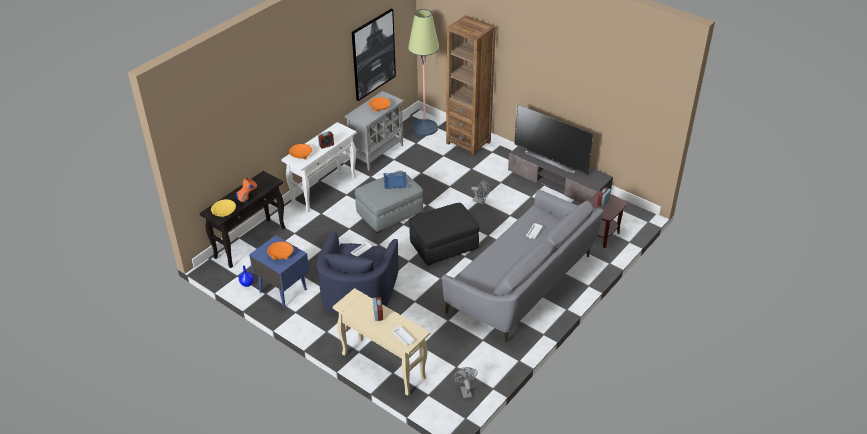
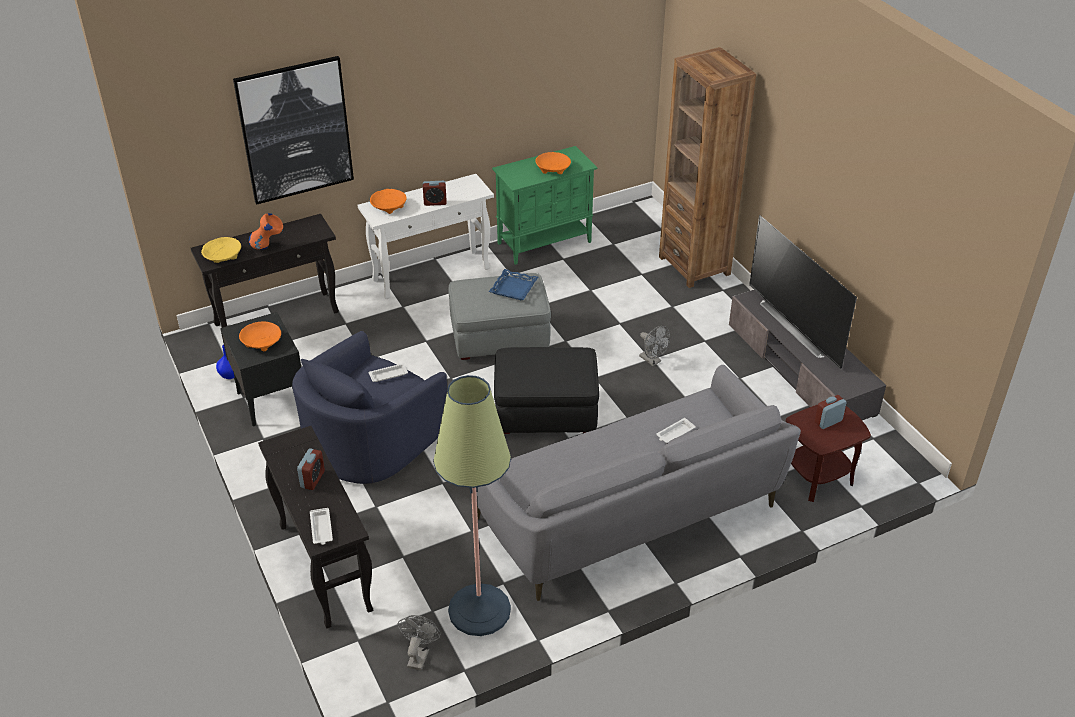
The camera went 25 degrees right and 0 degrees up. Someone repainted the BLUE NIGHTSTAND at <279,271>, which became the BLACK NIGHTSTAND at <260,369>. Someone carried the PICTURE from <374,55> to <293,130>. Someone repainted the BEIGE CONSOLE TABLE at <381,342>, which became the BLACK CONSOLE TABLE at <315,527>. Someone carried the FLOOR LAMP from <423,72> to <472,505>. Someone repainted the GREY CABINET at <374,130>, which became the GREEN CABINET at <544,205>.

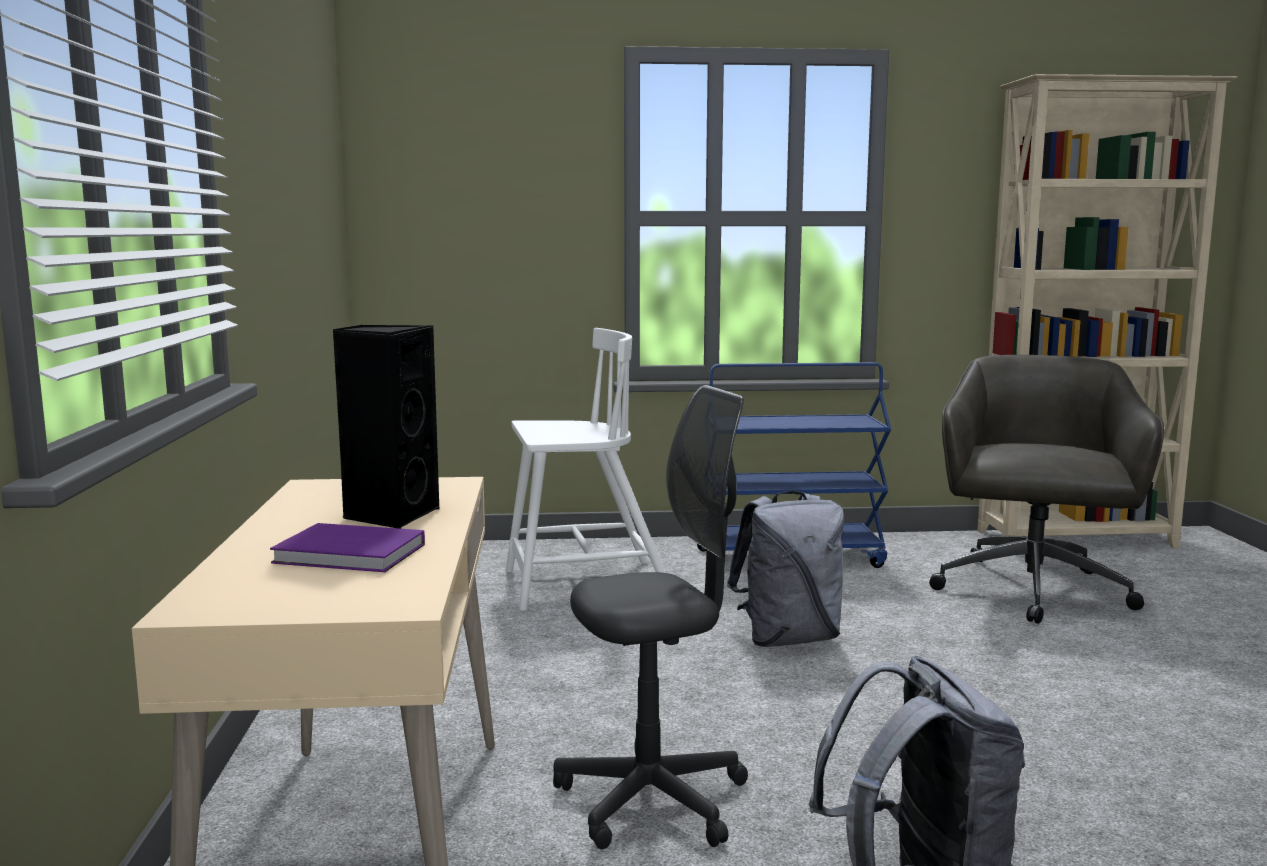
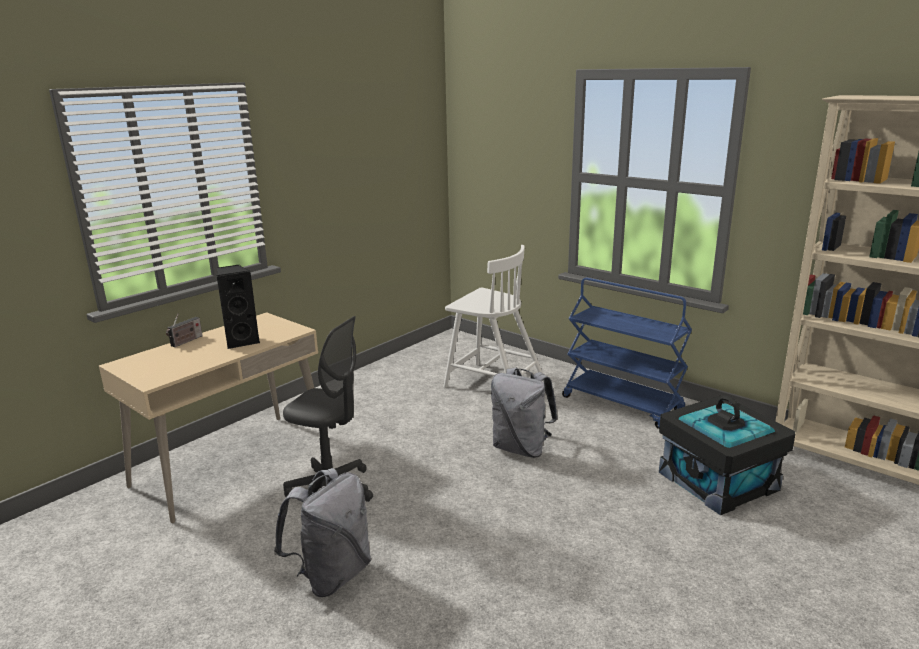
The camera went 45 degrees right and 10 degrees up. Someone put down the RADIO at <184,330>. Someone swapped the GREY OFFICE CHAIR at <1046,489> for the BLACK STORAGE BOX at <727,455>. Someone took away the PURPLE BOOK at <347,547>.

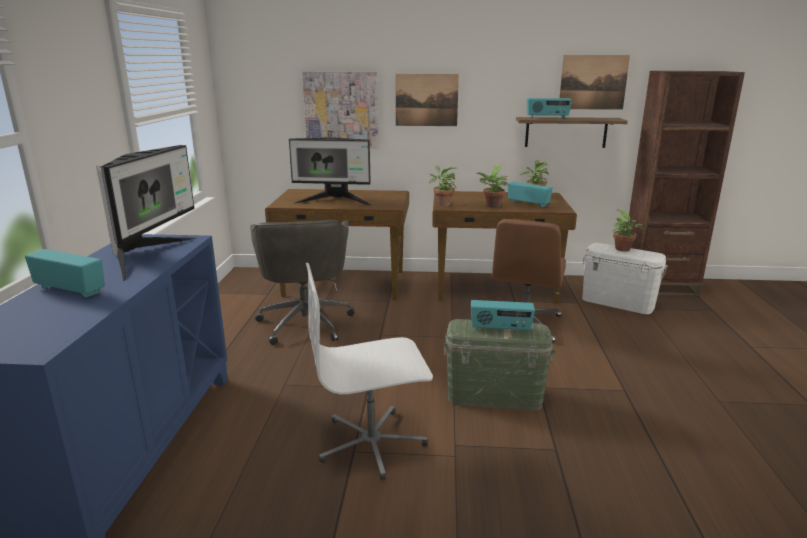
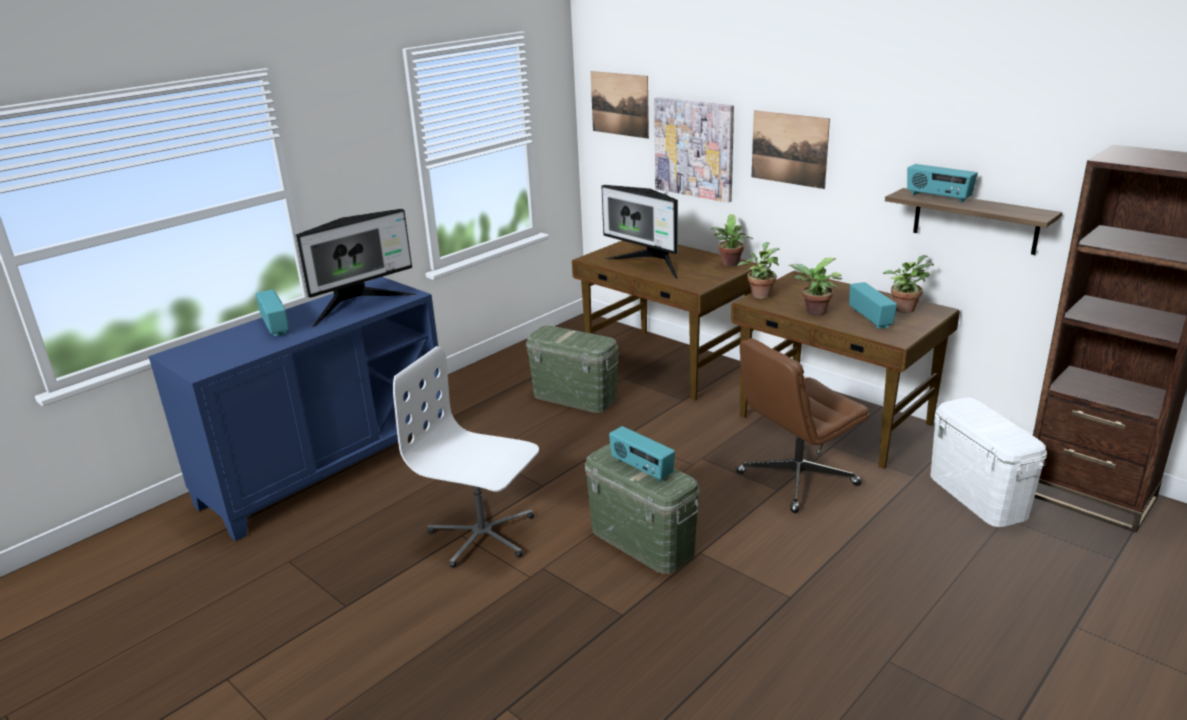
The camera went 40 degrees right and 5 degrees up. Someone swapped the GREY OFFICE CHAIR at <302,282> for the GREEN STORAGE BOX at <572,369>. Someone carried the PICTURE from <594,82> to <620,105>. Someone carried the POTTED PLANT from <627,230> to <732,240>.

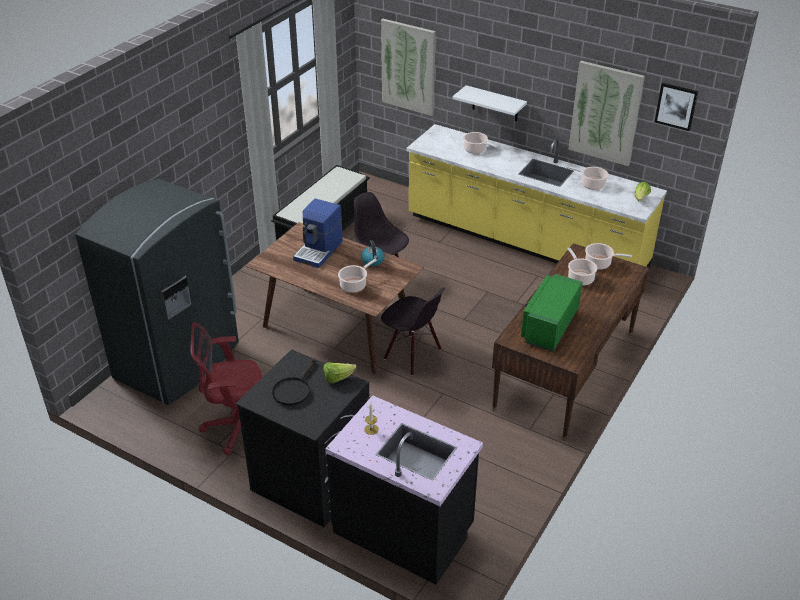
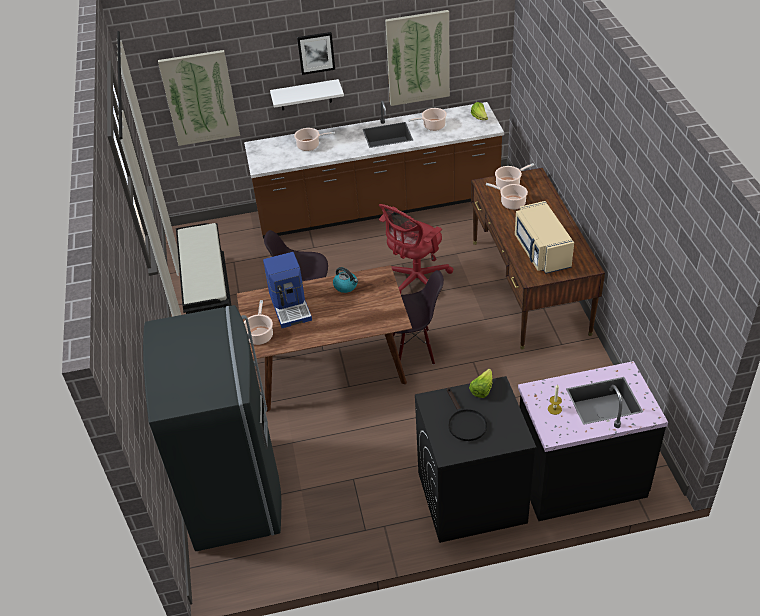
The camera went 40 degrees left and 5 degrees up. Someone repainted the YELLOW COUNTER at <536,196>, which became the BROWN COUNTER at <374,170>. Someone carried the COOKING POT from <357,276> to <258,322>. Someone carried the PICTURE from <676,107> to <316,53>. Someone carried the RED OFFICE CHAIR from <226,389> to <415,249>. Someone repainted the GREEN MICROWAVE at <551,313>, which became the BEIGE MICROWAVE at <544,237>.

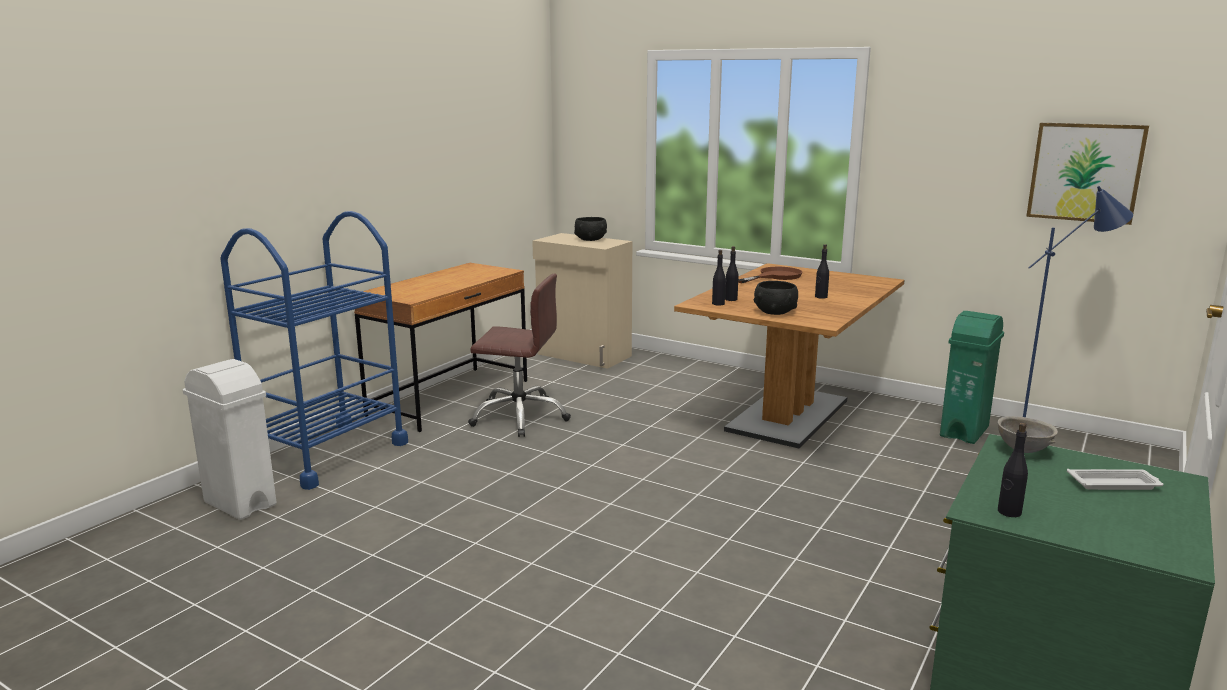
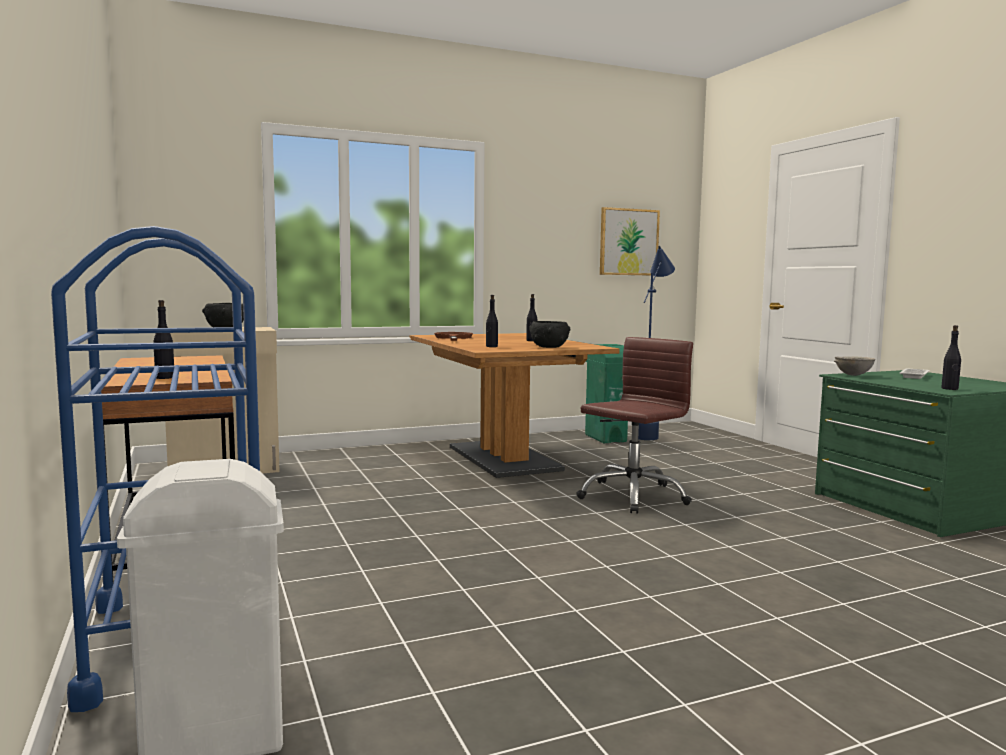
The camera went 55 degrees left and 10 degrees down. Someone carried the BLACK BOTTLE from <719,278> to <164,339>. Someone carried the BROWN OFFICE CHAIR from <519,355> to <634,425>.

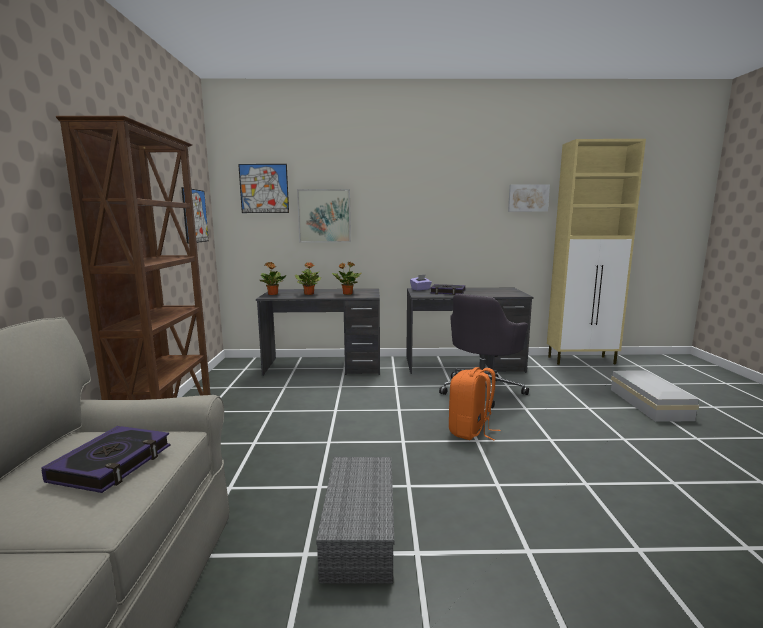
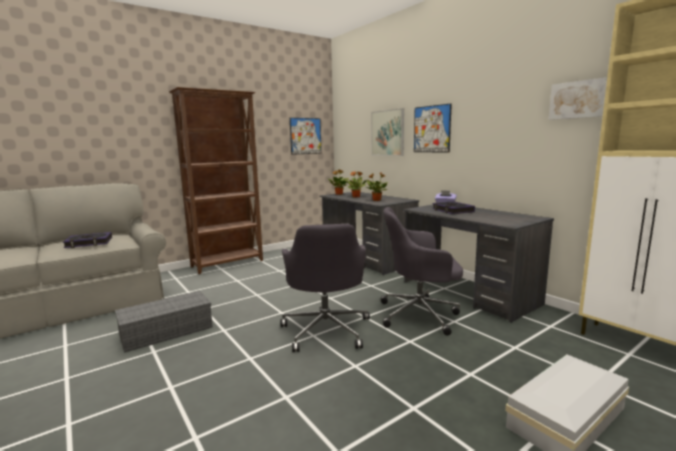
The camera went 55 degrees right and 0 degrees up. Someone swapped the ORANGE BACKPACK at <474,403> for the GREY OFFICE CHAIR at <325,288>. Someone carried the PICTURE from <263,188> to <433,127>.

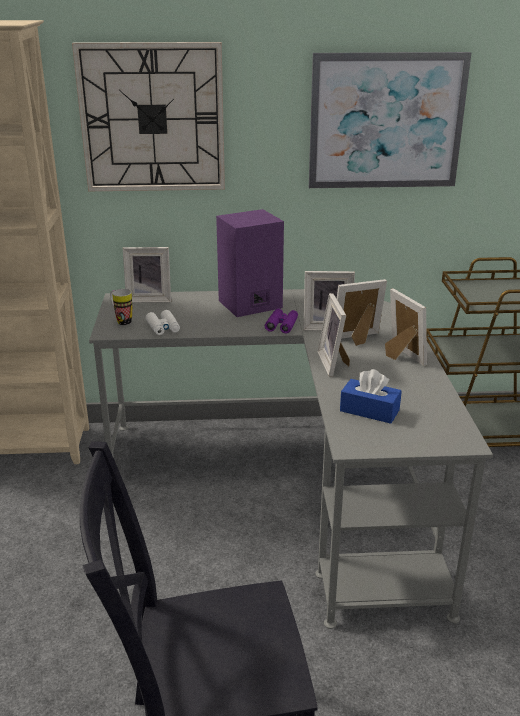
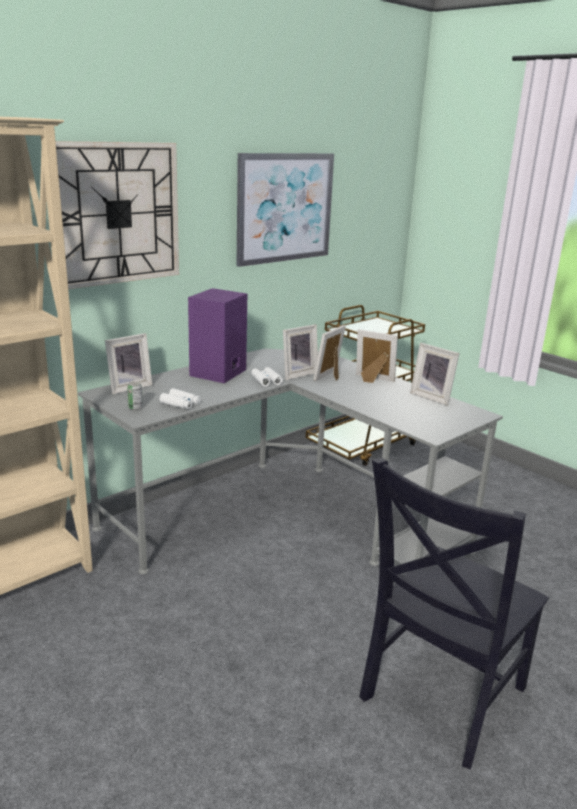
The camera went 40 degrees left and 5 degrees down. Someone swapped the MUG at <121,307> for the CAN at <135,395>. Someone repainted the PURPLE BINOCULARS at <281,321>, which became the WHITE BINOCULARS at <267,377>. Someone carried the PICTURE FRAME from <333,335> to <435,374>. Someone took away the BLUE TISSUE BOX at <371,396>.

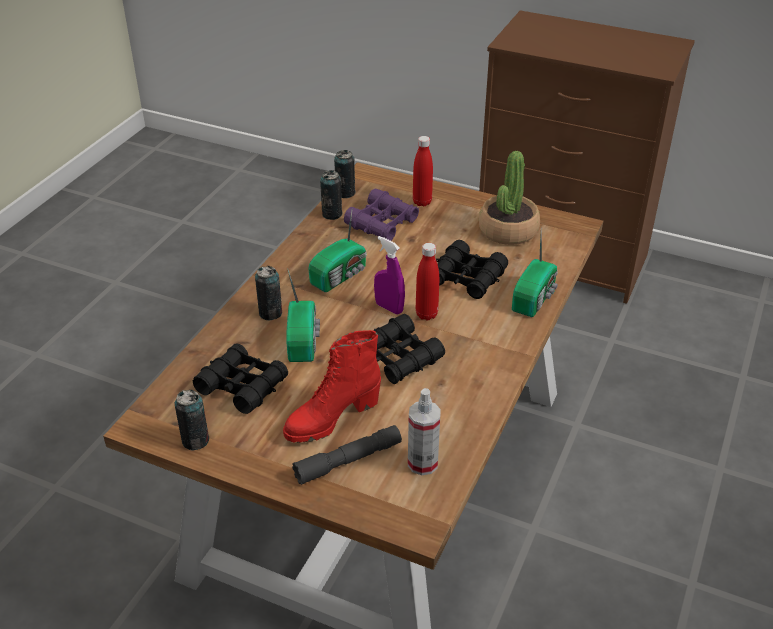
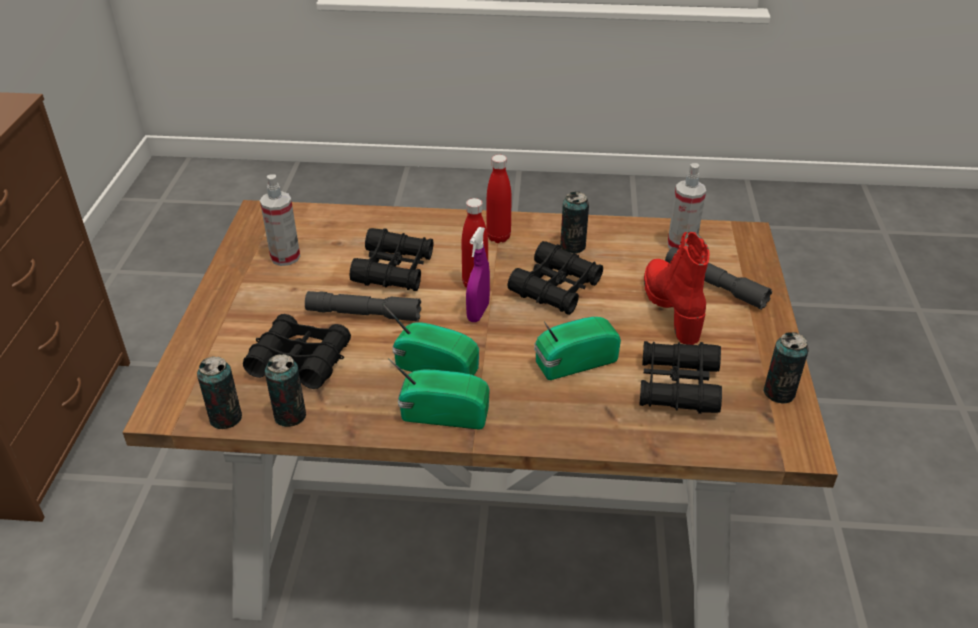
The camera went 110 degrees left and 0 degrees up. Someone repainted the PURPLE BINOCULARS at <381,215>, which became the BLACK BINOCULARS at <297,351>. Someone swapped the POTTED PLANT at <509,198> for the SPRAY BOTTLE at <280,220>. Someone put down the GREY FLASHLIGHT at <363,306>. Someone carried the RADIO from <535,272> to <439,394>. Someone carried the RED BOTTLE from <423,171> to <499,199>. Someone carried the CAN from <268,293> to <574,222>. Someone rotated the RED BOOT at <332,386> by 135 degrees counterclockwise.

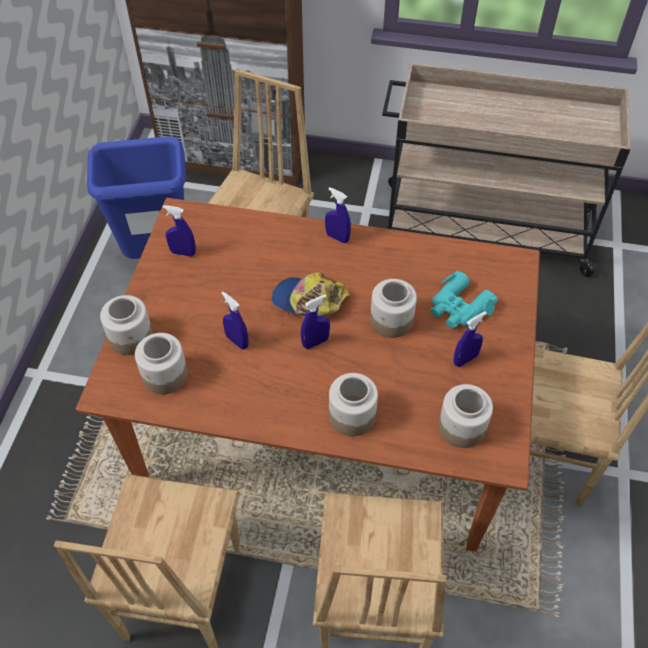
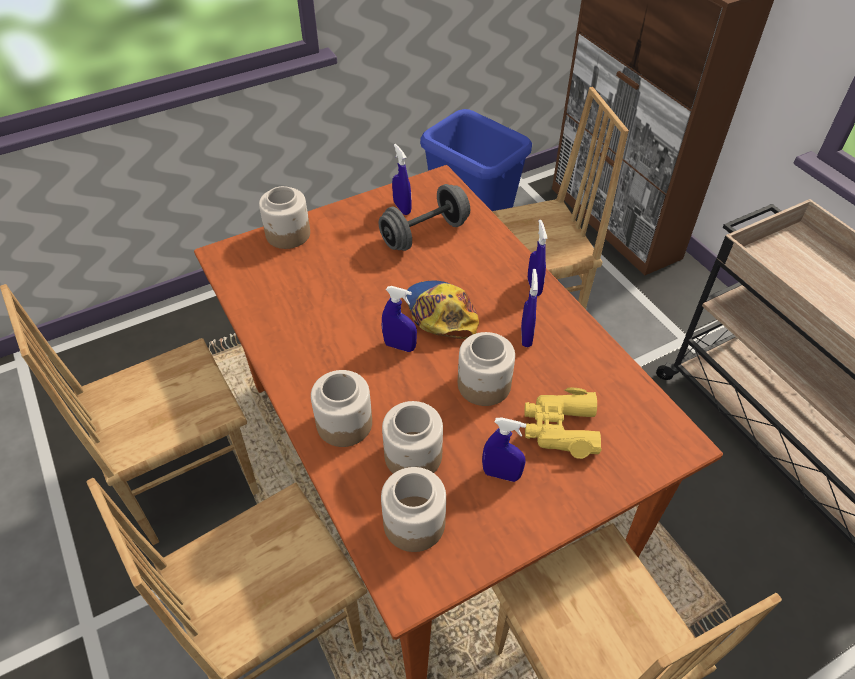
The camera went 50 degrees right and 5 degrees down. Someone put down the GREY DUMBBELL at <424,217>. Someone carried the JAR from <161,363> to <412,437>. Someone carried the BLUE SPRAY BOTTLE from <235,320> to <529,308>. Someone repainted the TURQUOISE BINOCULARS at <464,299>, which became the YELLOW BINOCULARS at <563,423>.

